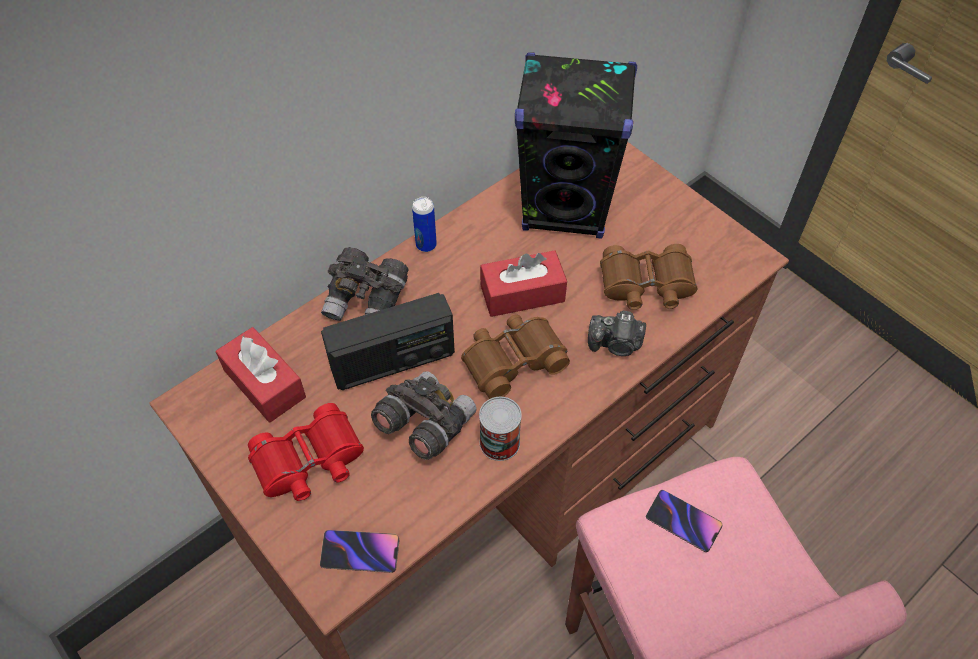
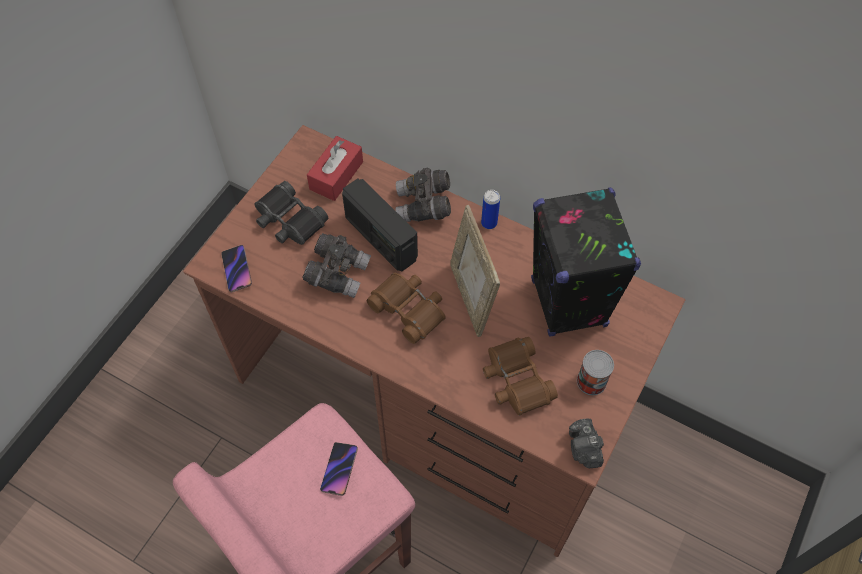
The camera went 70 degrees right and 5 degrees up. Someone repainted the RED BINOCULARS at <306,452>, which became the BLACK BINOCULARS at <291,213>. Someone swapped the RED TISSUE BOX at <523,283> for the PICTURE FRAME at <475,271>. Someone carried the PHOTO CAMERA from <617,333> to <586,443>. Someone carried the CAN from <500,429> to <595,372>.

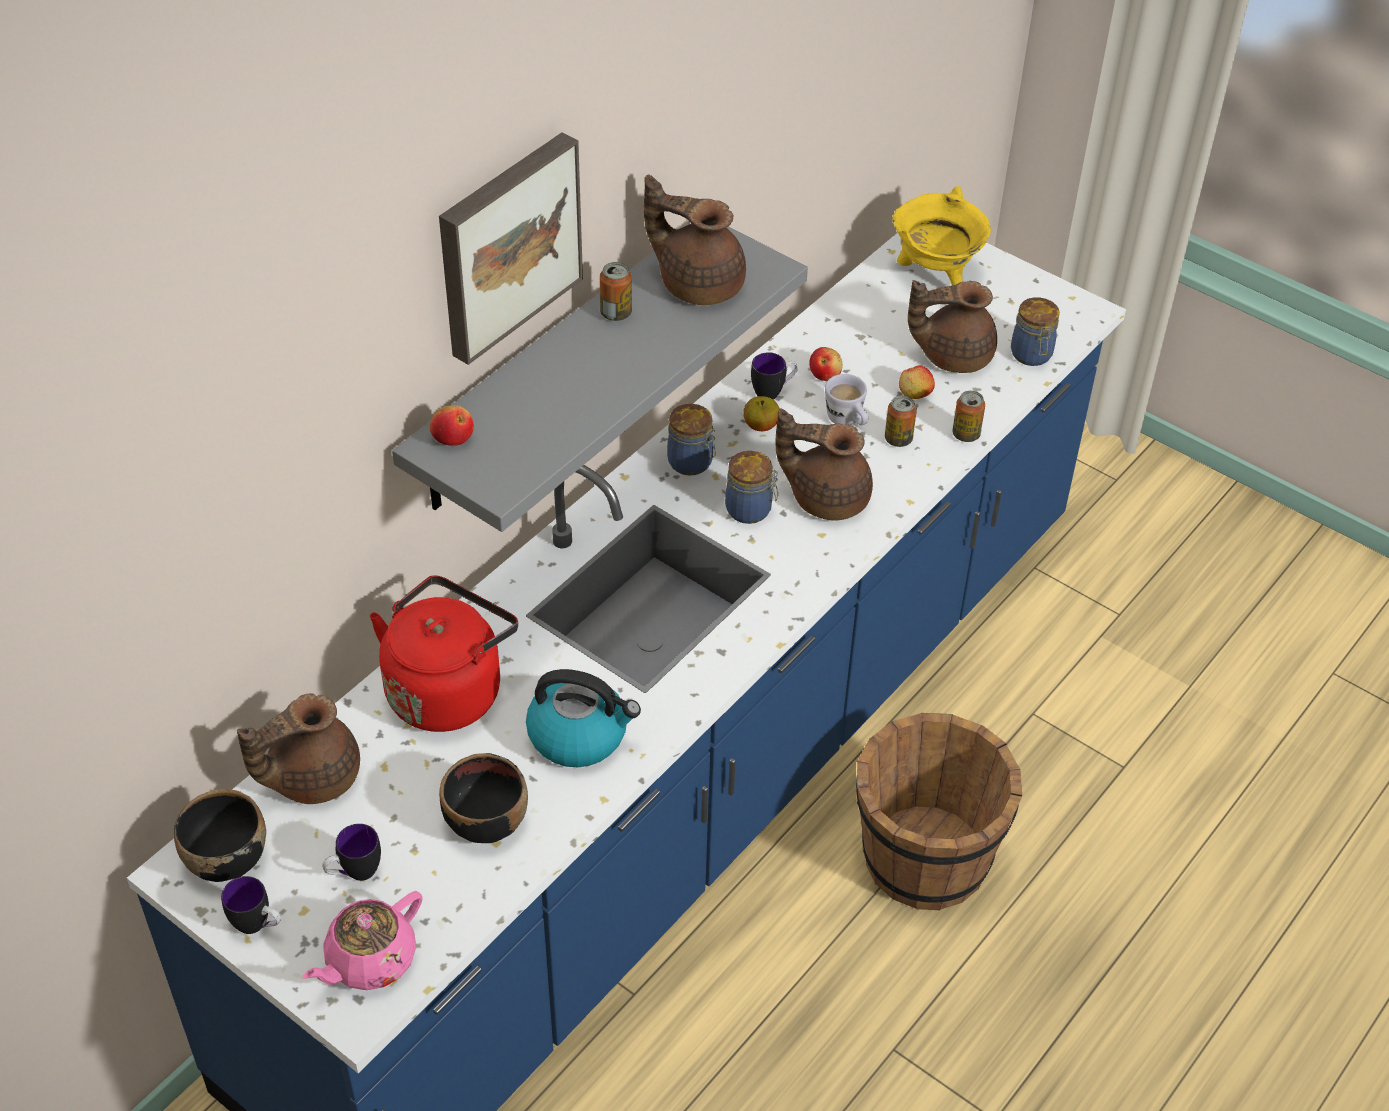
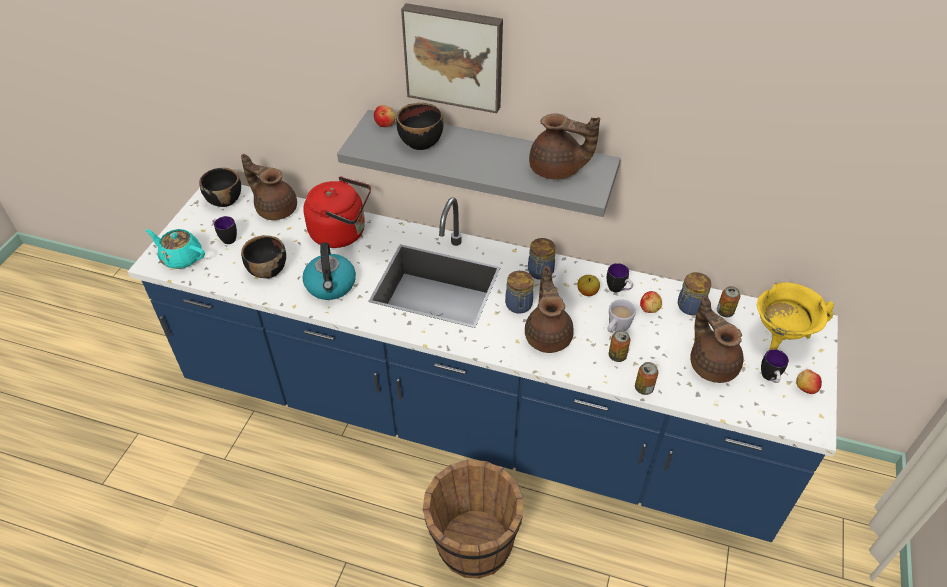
The camera went 70 degrees right and 0 degrees up. Someone repainted the PINK TEAPOT at <362,940>, which became the TURQUOISE TEAPOT at <175,249>. Someone put down the BLACK BOWL at <420,126>. Someone rotated the BROWN TEAPOT at <695,239> by 105 degrees clockwise. Someone carried the JAR from <1035,331> to <694,293>. Someone carried the CAN from <616,291> to <728,301>. Someone carried the MUG from <251,905> to <775,366>. Someone carried the APPLE from <917,382> to <809,381>.

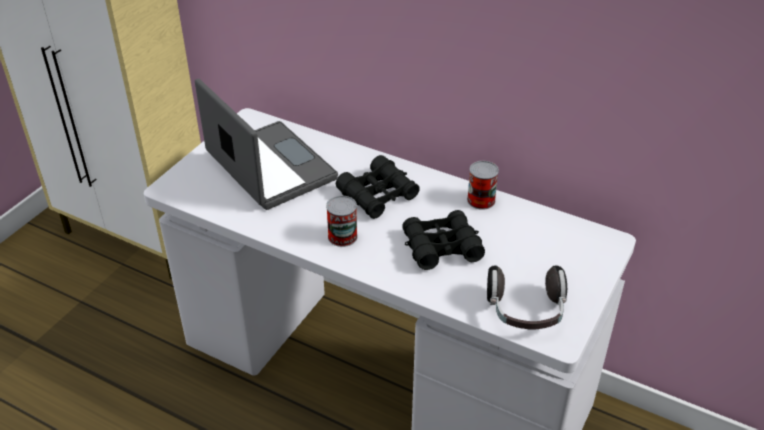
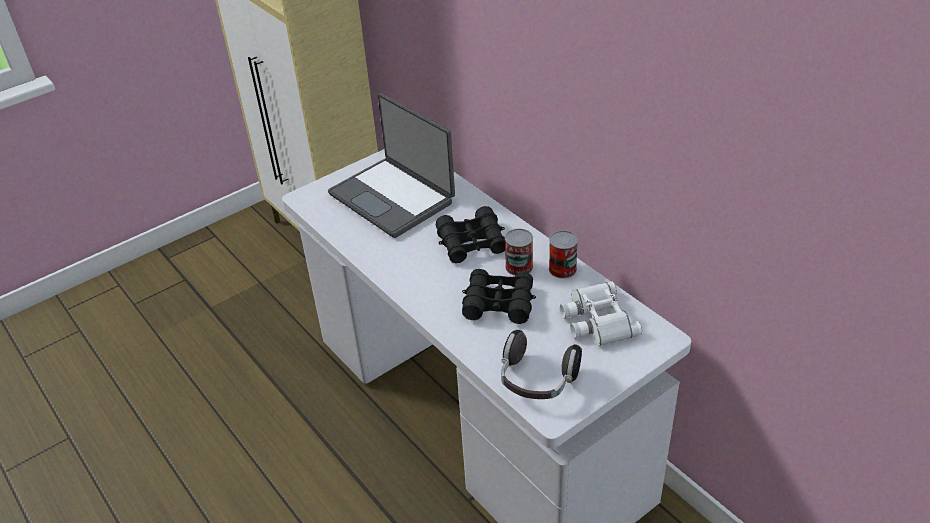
The camera went 25 degrees right and 0 degrees up. Someone rotated the LAPTOP at <266,144> by 150 degrees clockwise. Someone carried the CAN from <342,221> to <519,252>. Someone put down the WHITE BINOCULARS at <601,313>.

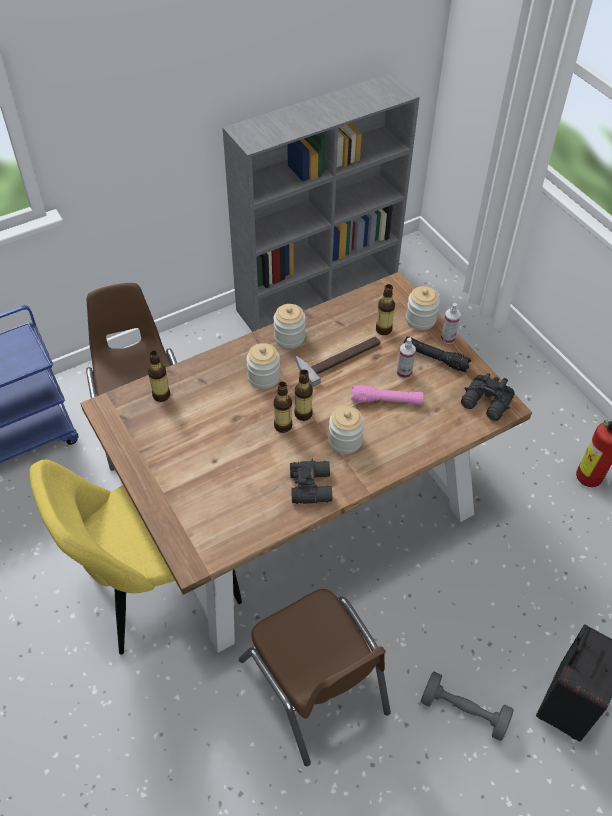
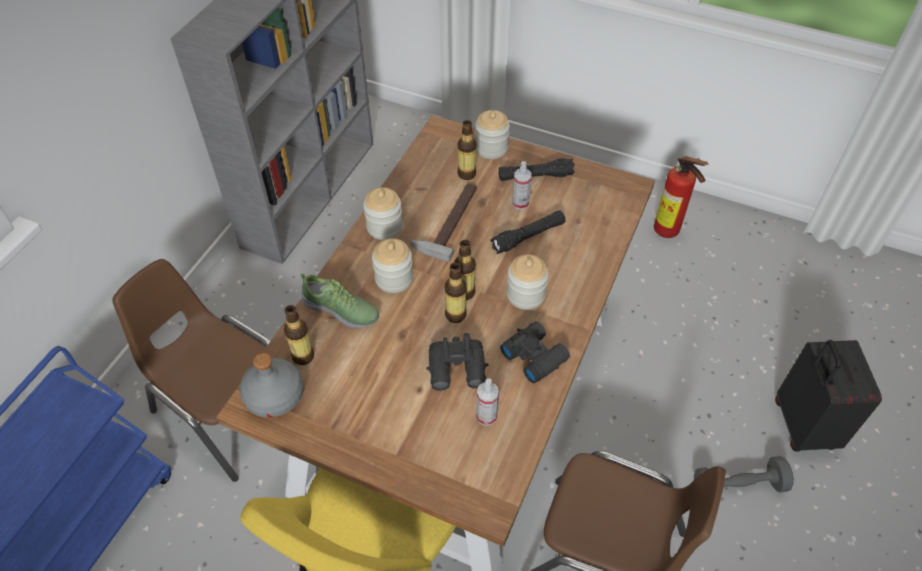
The camera went 35 degrees left and 0 degrees up. Someone put down the GREY BOTTLE at <272,385>. Someone put down the SHOE at <339,300>. Someone carried the BLACK BINOCULARS from <488,397> to <457,362>. Someone carried the SPRAY BOTTLE from <451,323> to <487,402>. Someone repainted the PINK FLASHLIGHT at <387,395>, which became the BLACK FLASHLIGHT at <527,232>.

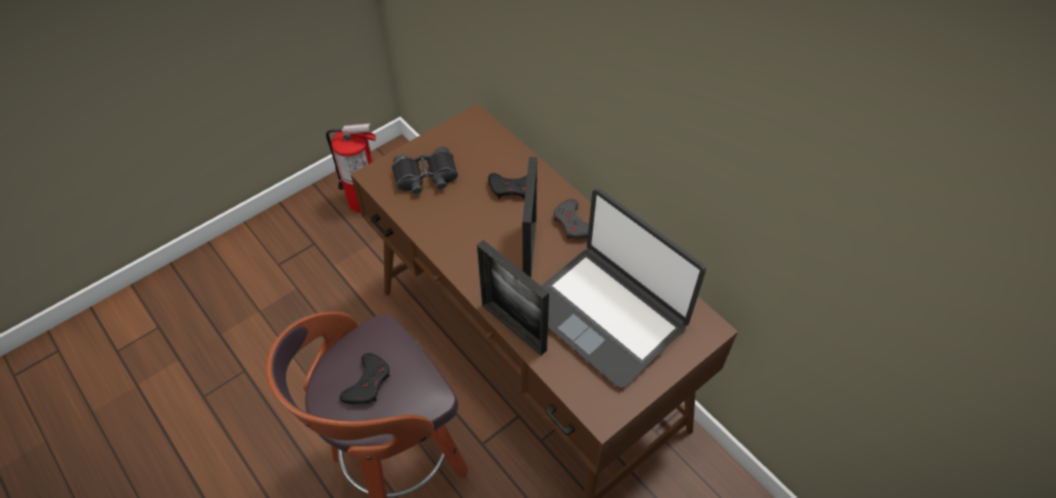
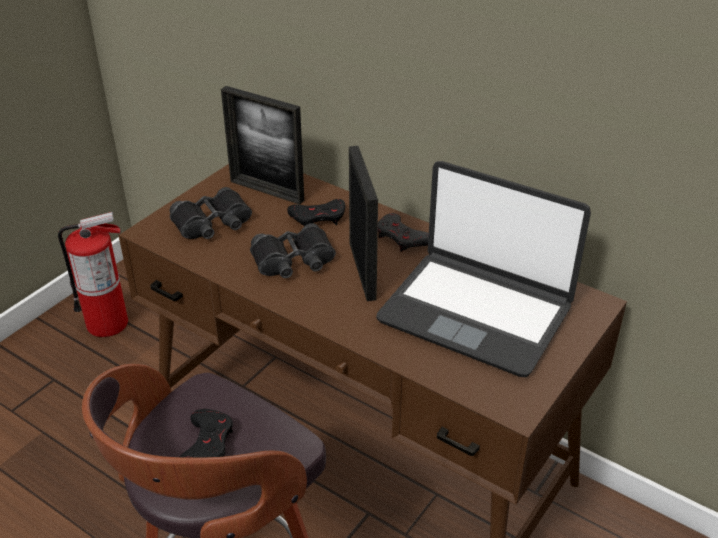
The camera went 15 degrees left and 15 degrees down. Someone carried the PICTURE FRAME from <513,298> to <262,145>. Someone put down the BLACK BINOCULARS at <293,250>.

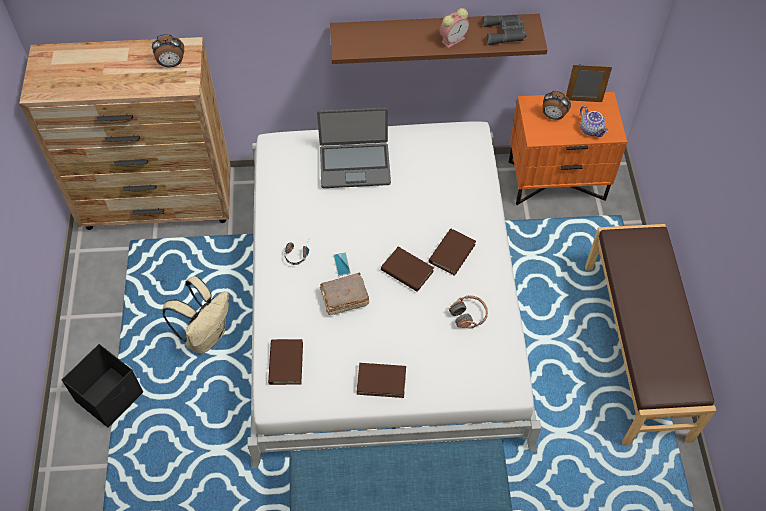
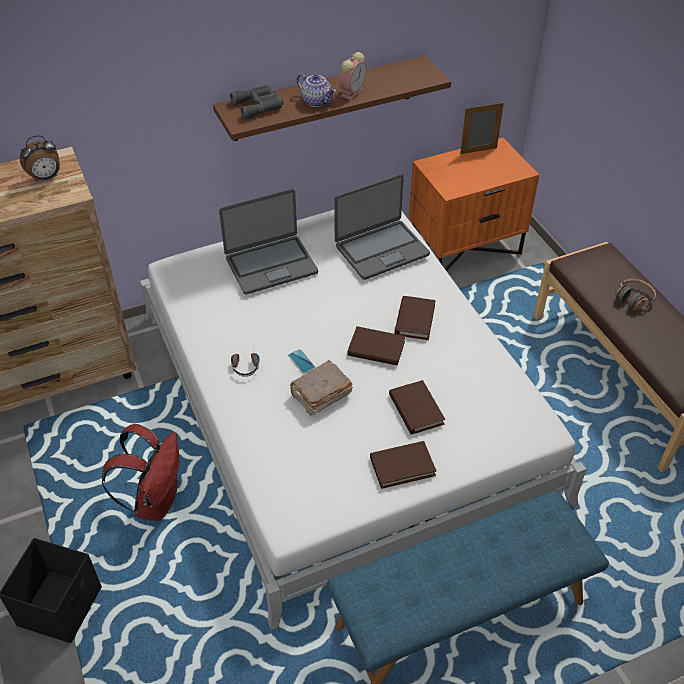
The camera went 20 degrees left and 10 degrees down. Someone repainted the BEIGE BACKPACK at <195,315>, which became the RED BACKPACK at <141,472>. Someone carried the GREY BINOCULARS from <505,30> to <257,102>. Someone carried the TEAPOT from <594,121> to <316,90>. Someone put down the LAPTOP at <382,227>. Someone carried the BROWN BOOK from <285,362> to <417,407>. Someone carried the HEADPHONES from <468,311> to <635,295>. Someone took away the ALARM CLOCK at <556,105>.

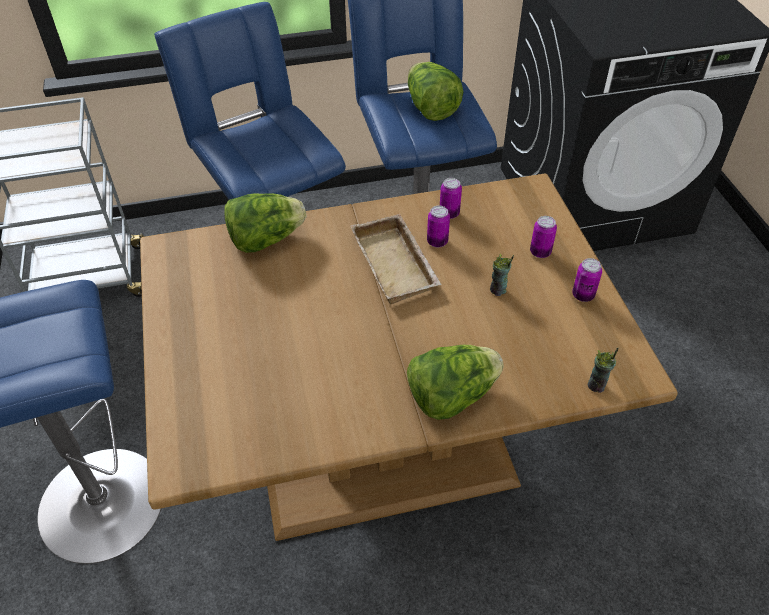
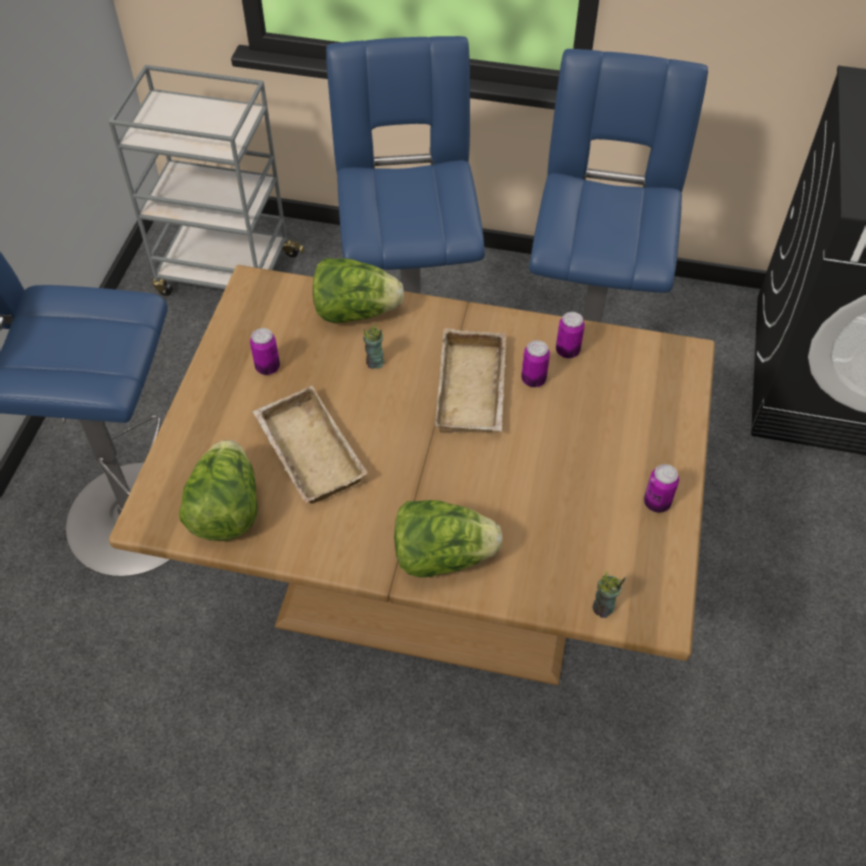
The camera went 25 degrees right and 5 degrees up. Someone carried the LETTUCE from <435,91> to <218,490>. Someone carried the CAN from <543,237> to <265,351>. Someone put down the BEIGE TRAY at <310,444>. Someone carried the CUP from <502,275> to <374,346>.

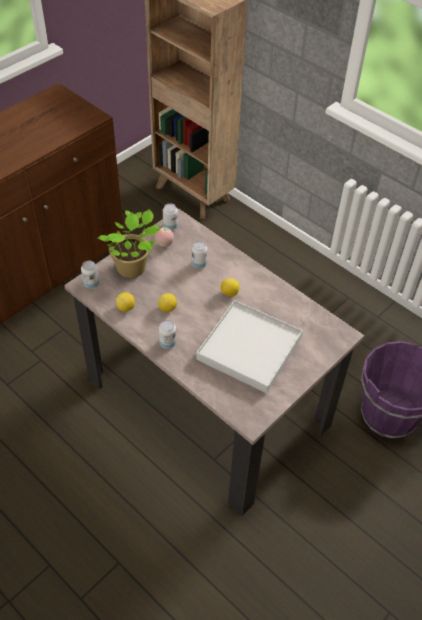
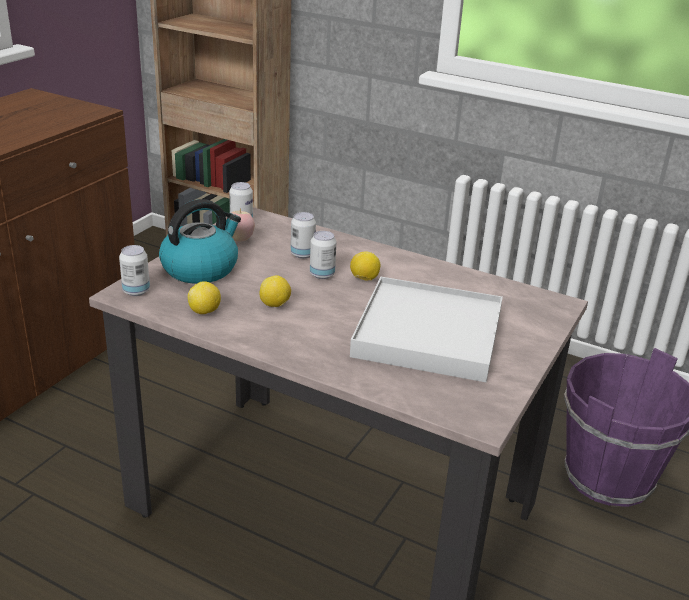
The camera went 15 degrees left and 20 degrees down. Someone swapped the POTTED PLANT at <129,243> for the KETTLE at <200,241>. Someone carried the CAN from <167,334> to <323,255>.

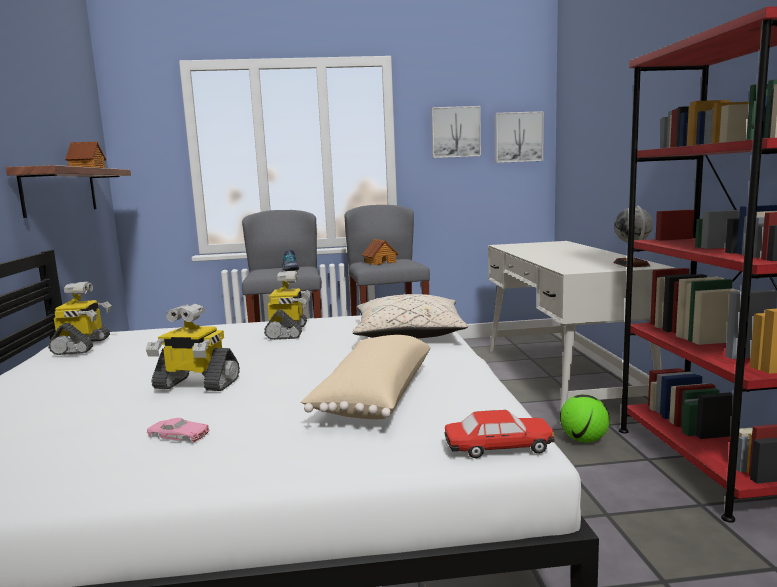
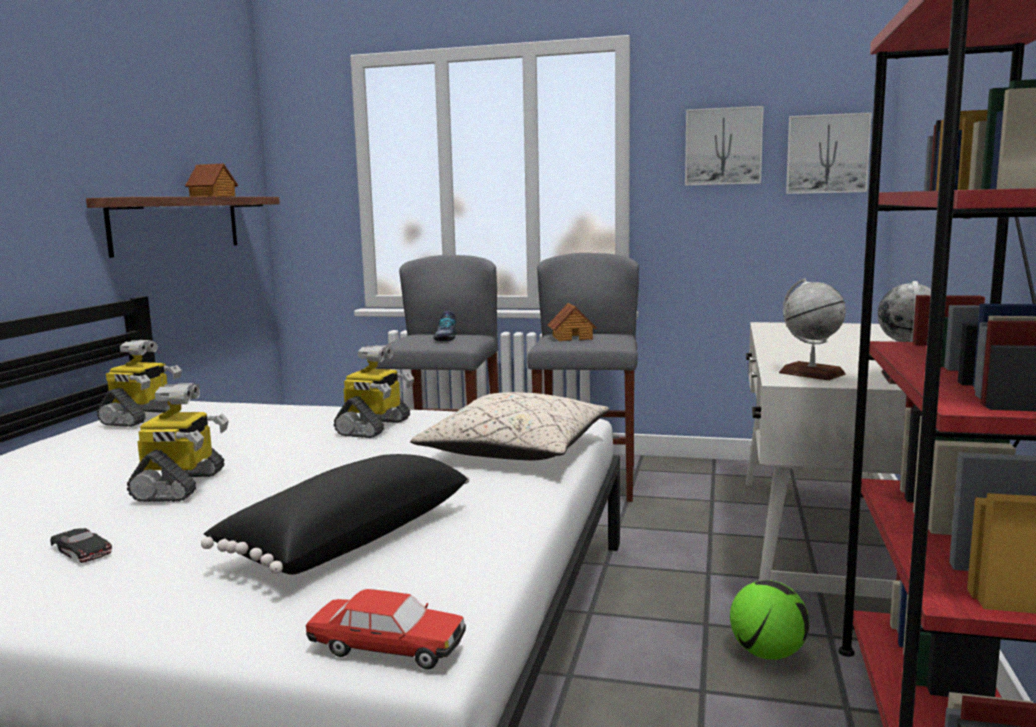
The camera went 20 degrees right and 0 degrees up. Someone repainted the PINK TOY CAR at <178,430>, which became the BLACK TOY CAR at <81,545>. Someone rotated the TOY ROBOT at <193,347> by 120 degrees counterclockwise. Someone repainted the BEIGE PILLOW at <365,377>, which became the BLACK PILLOW at <335,514>. Someone put down the GLOBE at <812,329>.

